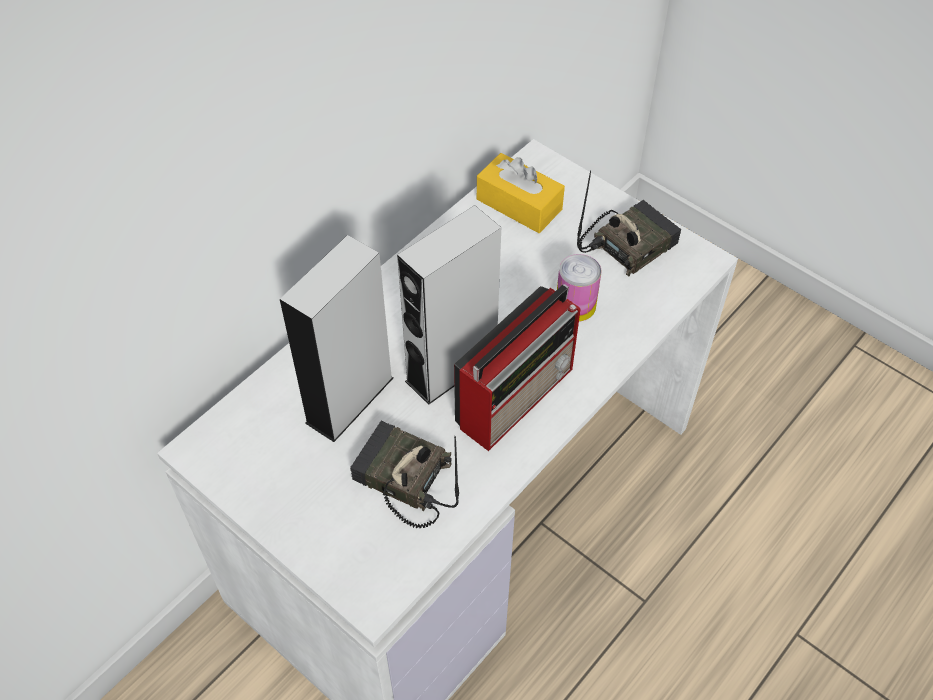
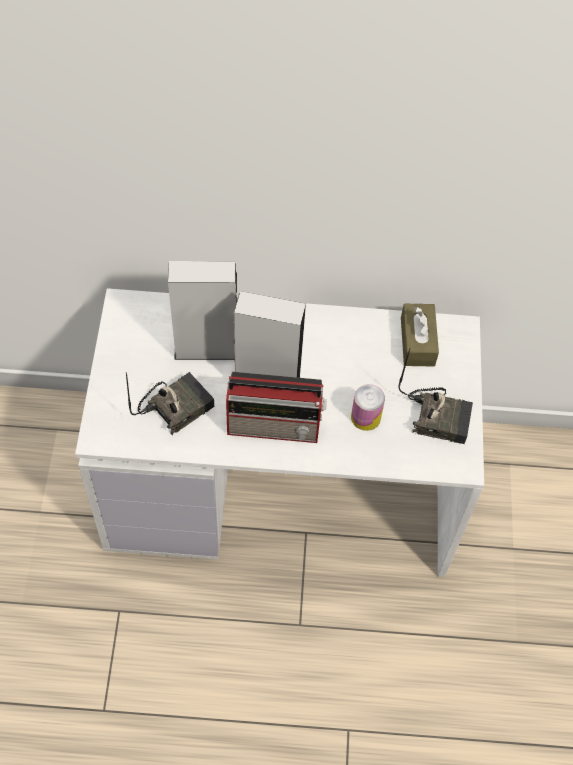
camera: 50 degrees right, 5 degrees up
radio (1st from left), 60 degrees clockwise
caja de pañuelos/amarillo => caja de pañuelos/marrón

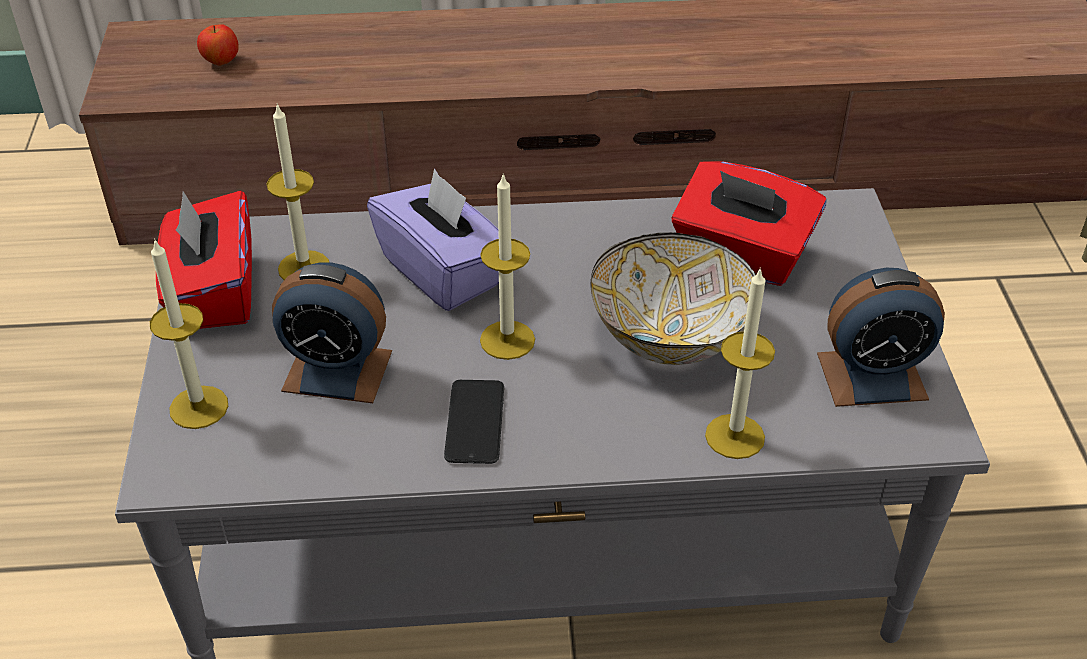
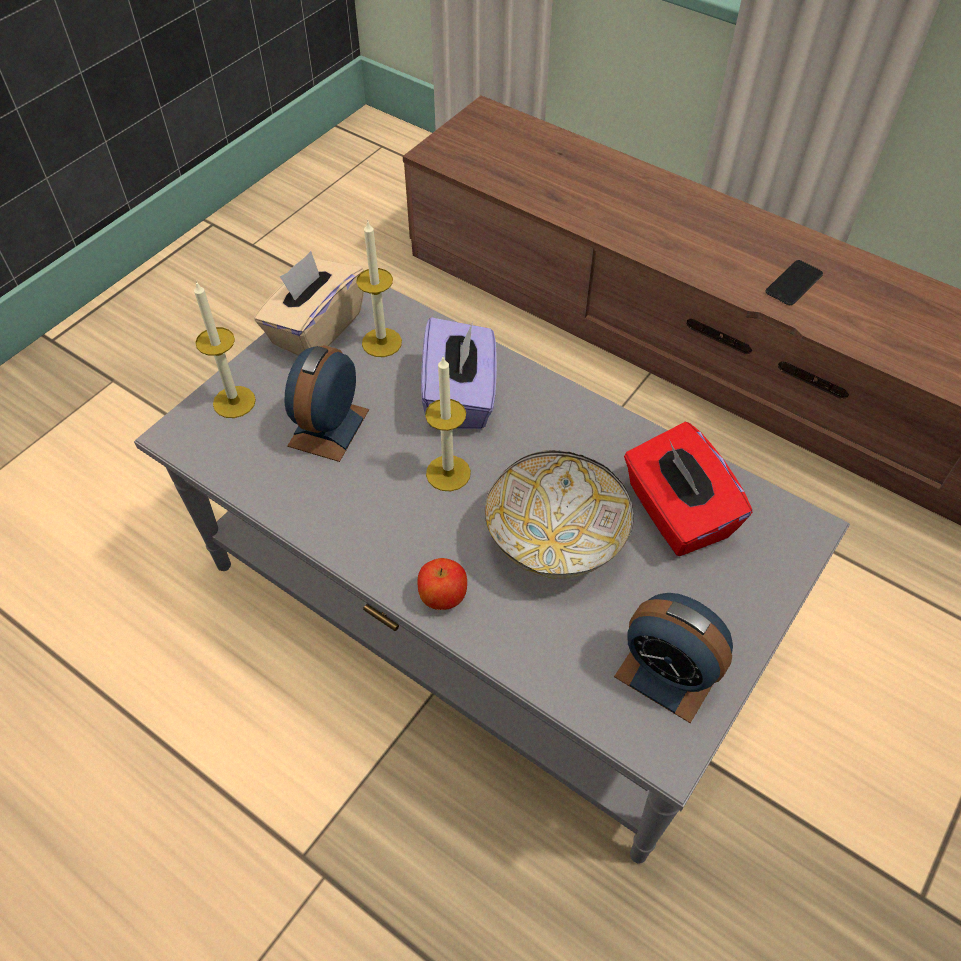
camera: 40 degrees right, 10 degrees up
caja de pañuelos/rojo (1st from left) => caja de pañuelos/beis
manzana, moved
despertador (1st from left), 60 degrees clockwise
móvil, moved
vela (4th from left) => nothing

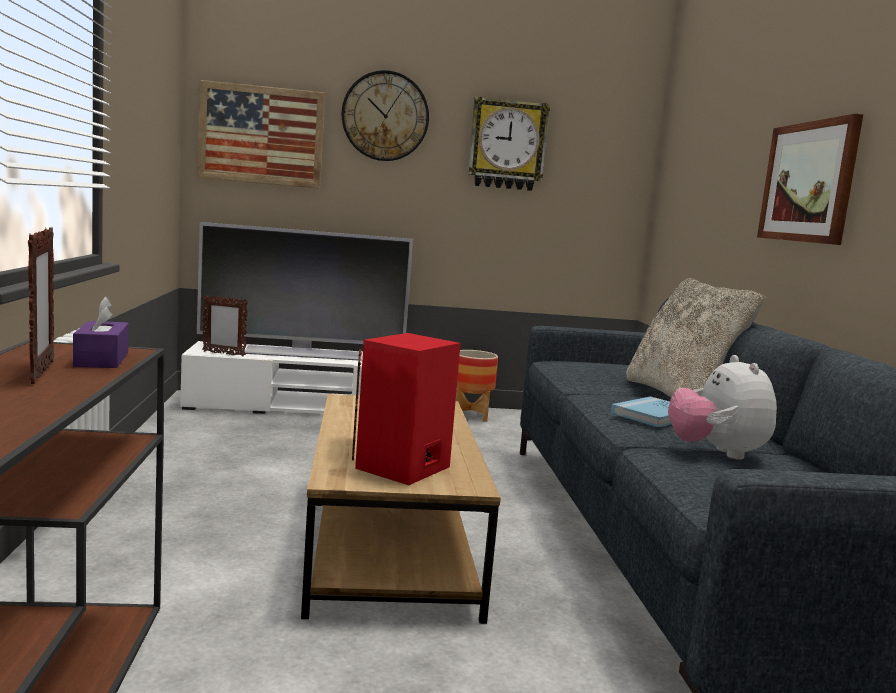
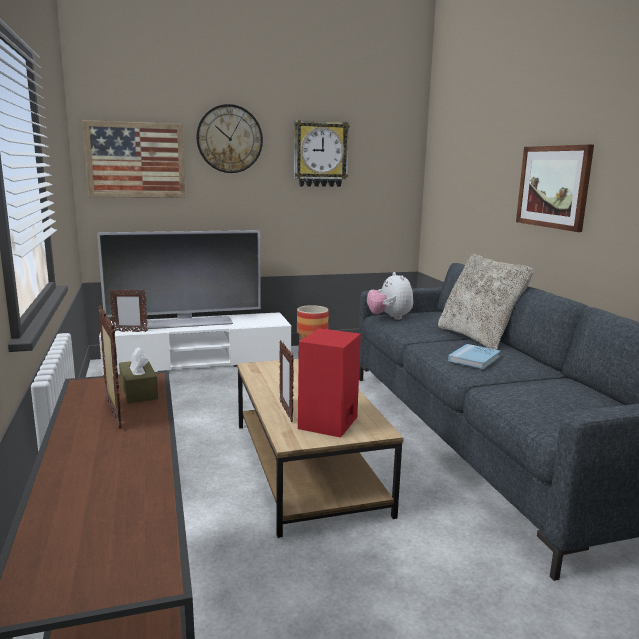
camera: 10 degrees left, 5 degrees up
caja de pañuelos/morado => caja de pañuelos/marrón
peluche, moved

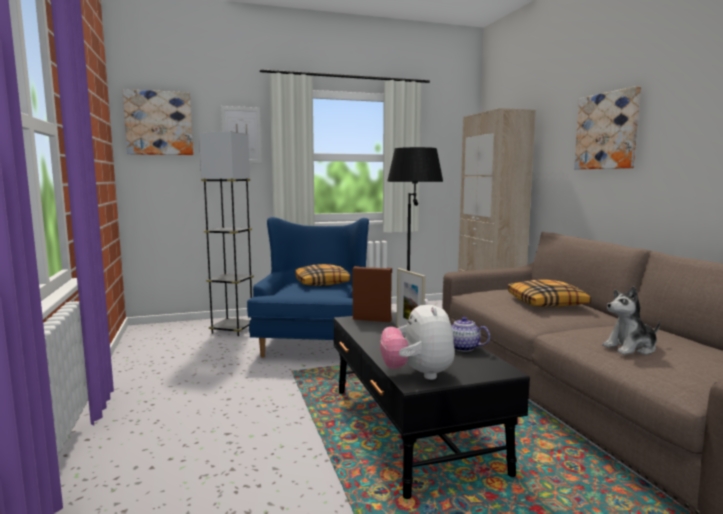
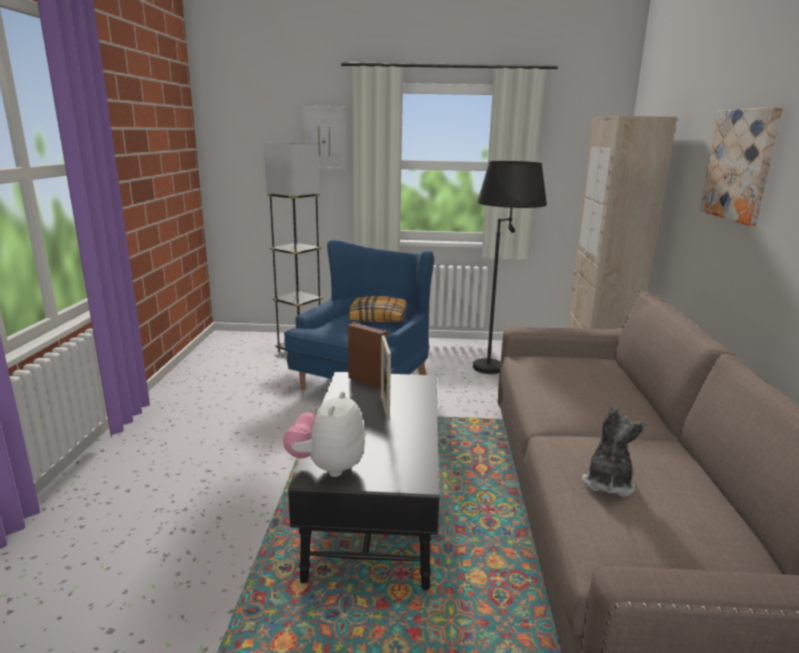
camera: 20 degrees right, 10 degrees up
cuadro (1st from left) => nothing
tetera => nothing
cojín (2nd from left) => nothing
peluche (2nd from left), 105 degrees clockwise

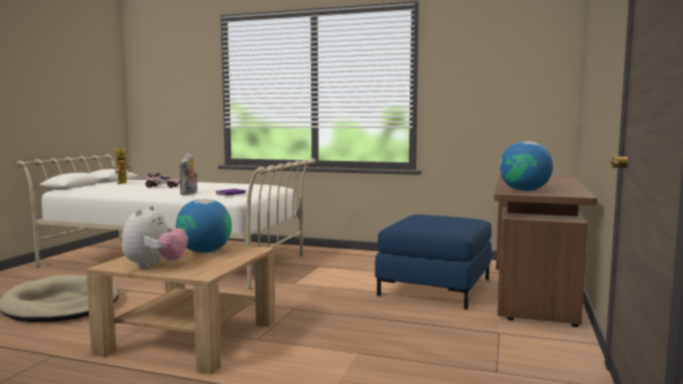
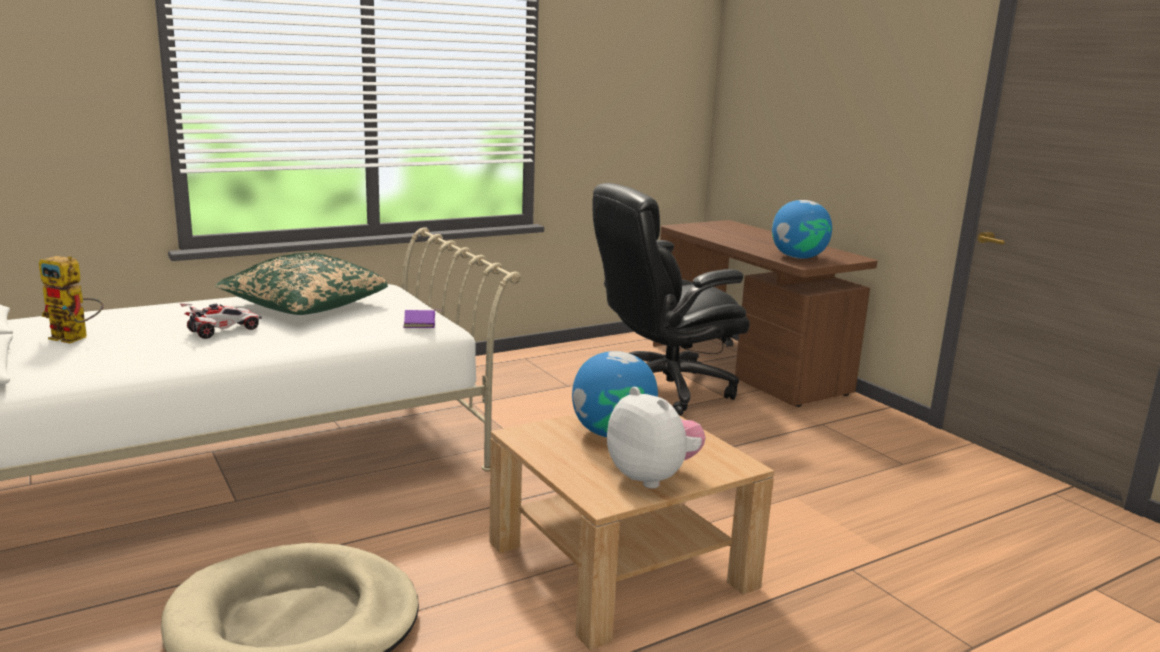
camera: 50 degrees left, 10 degrees up
peluche (2nd from left) => nothing
puf/azul => silla de oficina/negro
nothing => cojín/verde

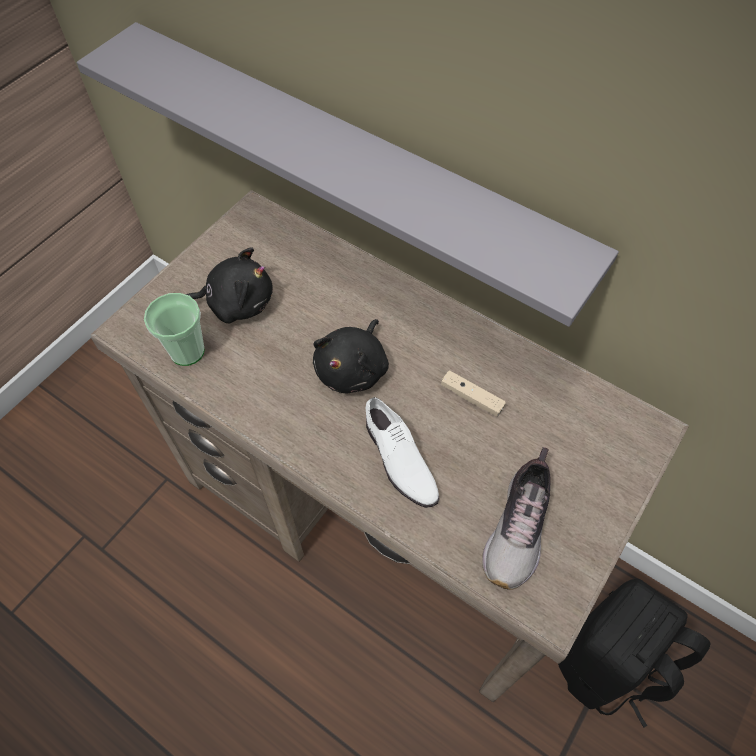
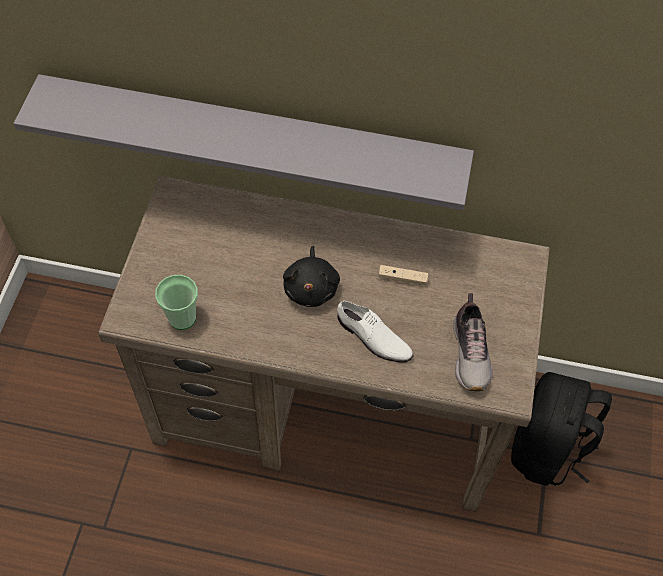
camera: 25 degrees left, 0 degrees up
peluche/negro (1st from left) => nothing

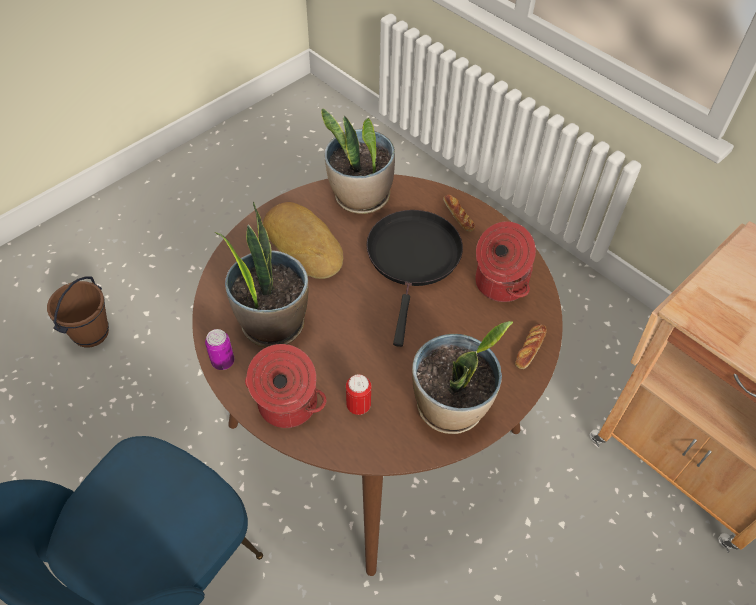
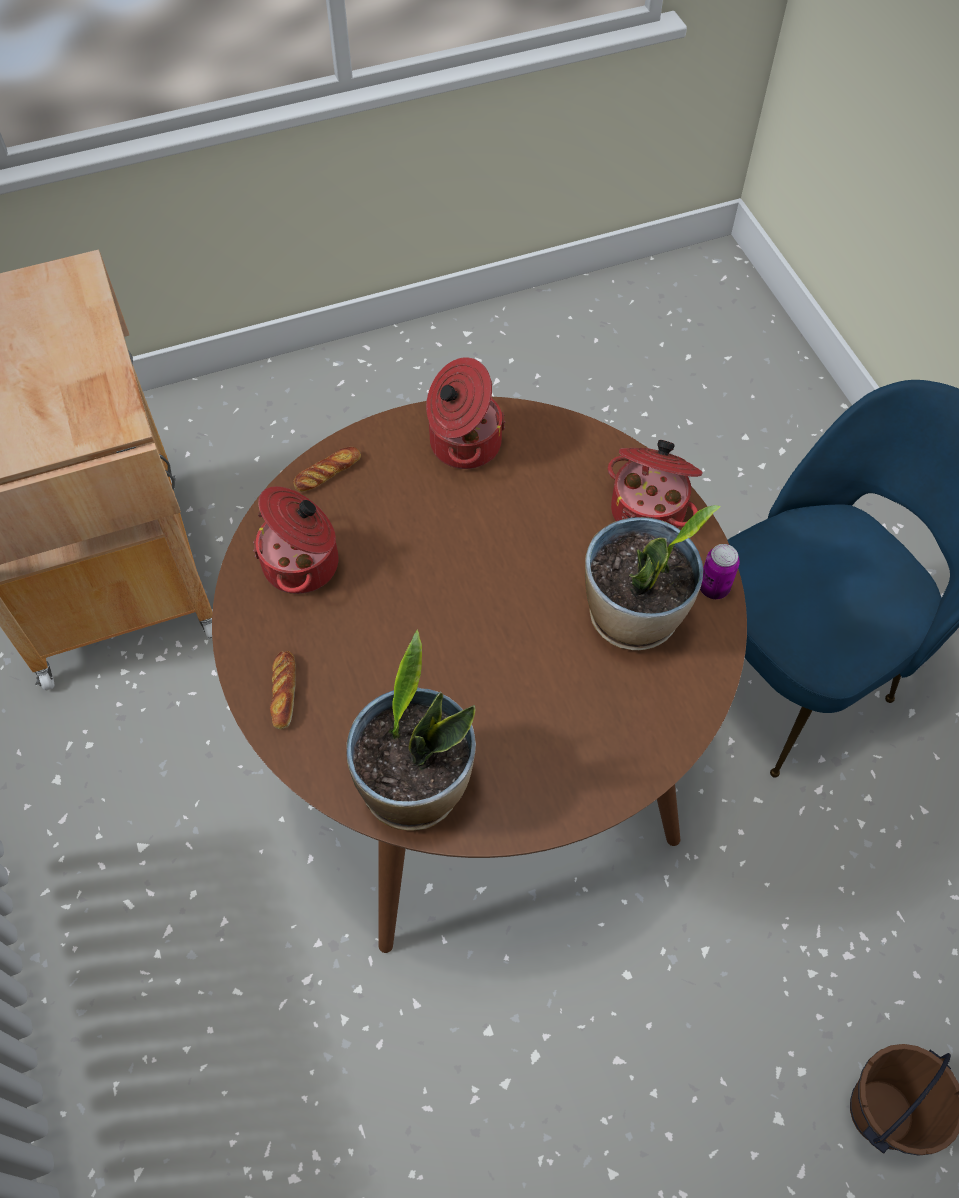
camera: 155 degrees left, 5 degrees up
pan (1st from left) => nothing
lata (2nd from left) => nothing
sartén/negro => nothing
planta en maceta (3rd from left) => olla (2nd from left)

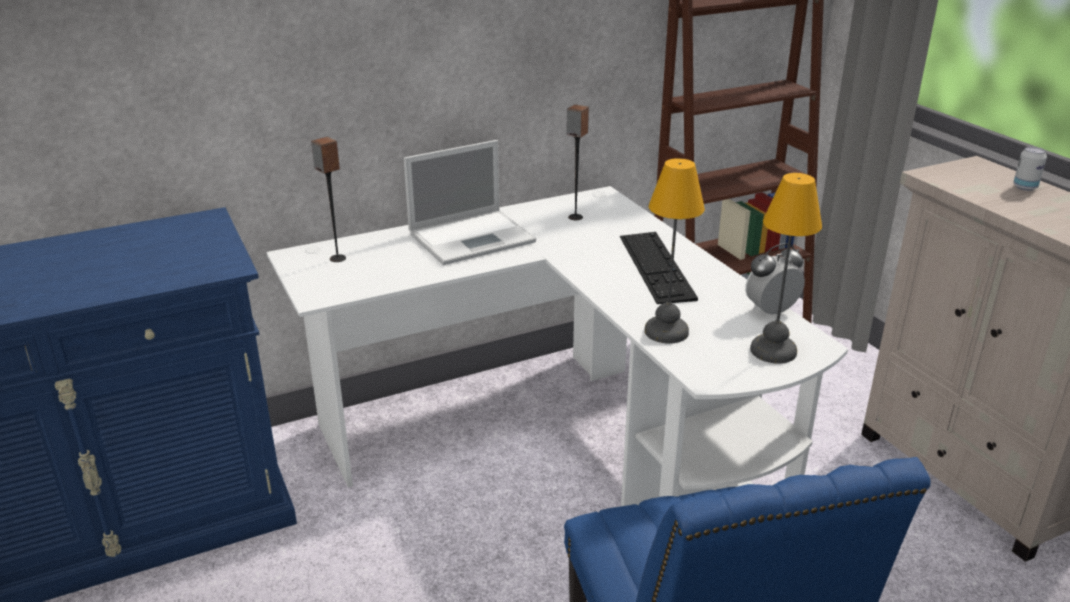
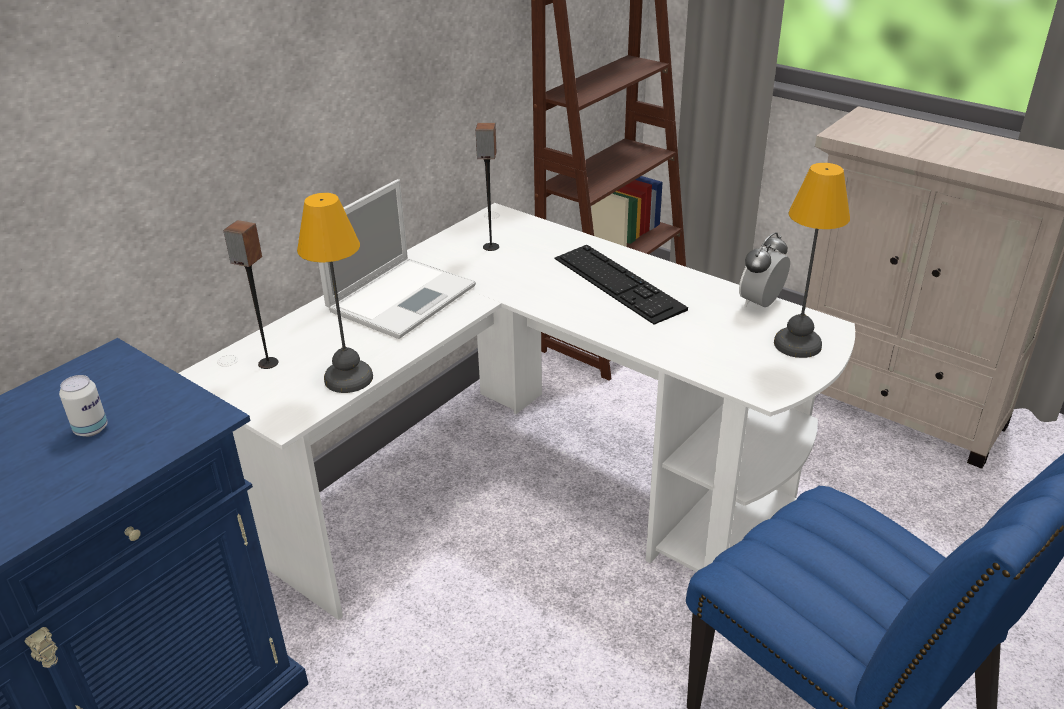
camera: 25 degrees left, 5 degrees up
lámpara de mesa (1st from left), moved
lata, moved

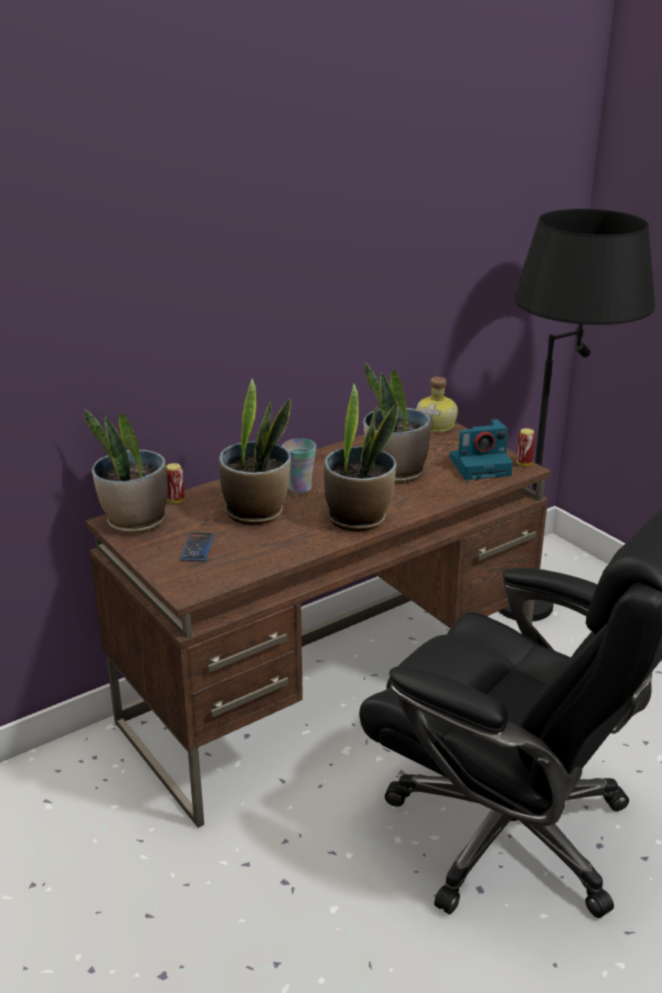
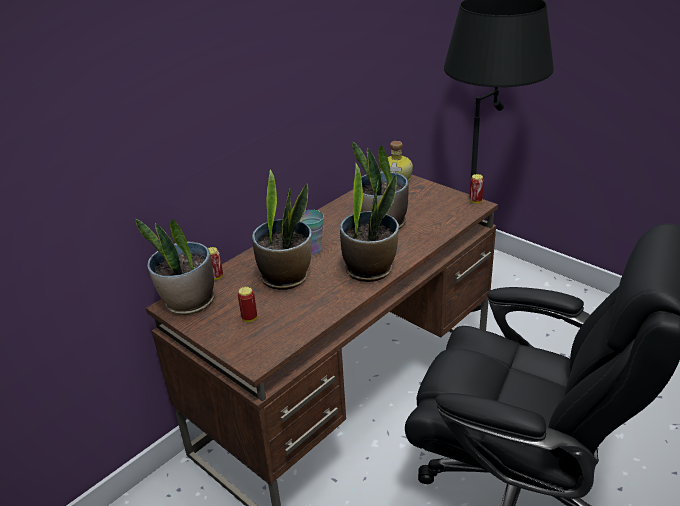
camera: 10 degrees left, 5 degrees up
móvil => lata (2nd from left)
cámara => nothing

